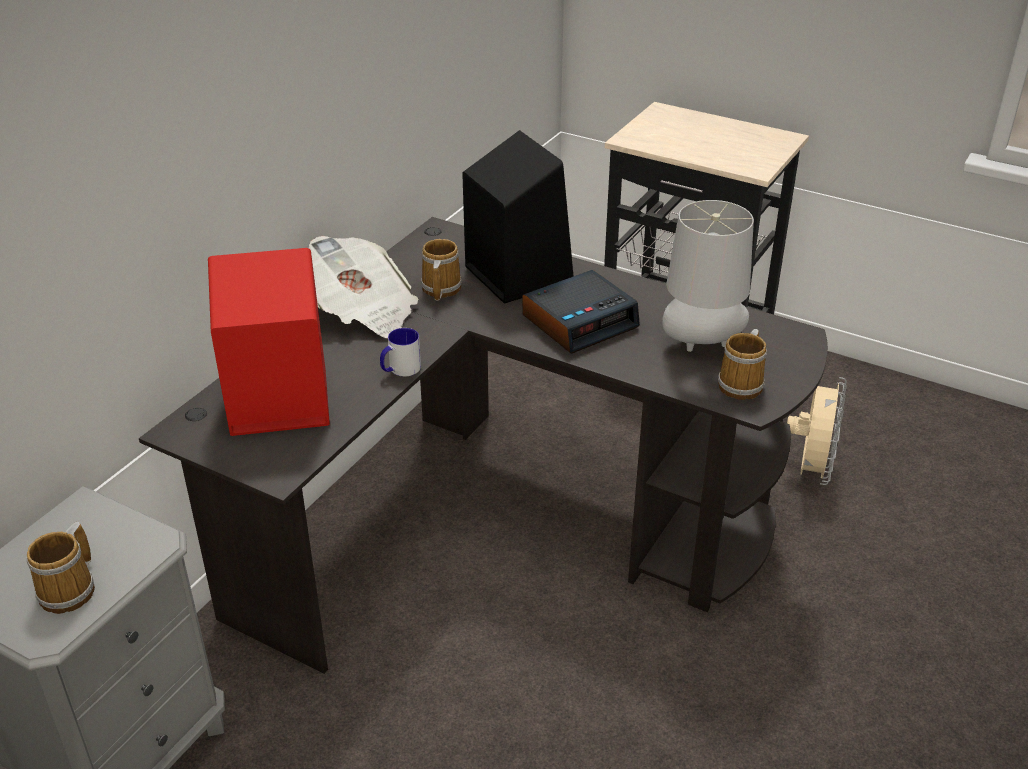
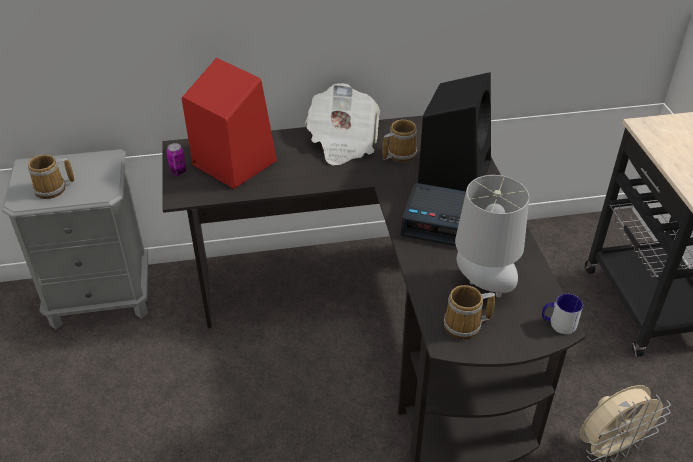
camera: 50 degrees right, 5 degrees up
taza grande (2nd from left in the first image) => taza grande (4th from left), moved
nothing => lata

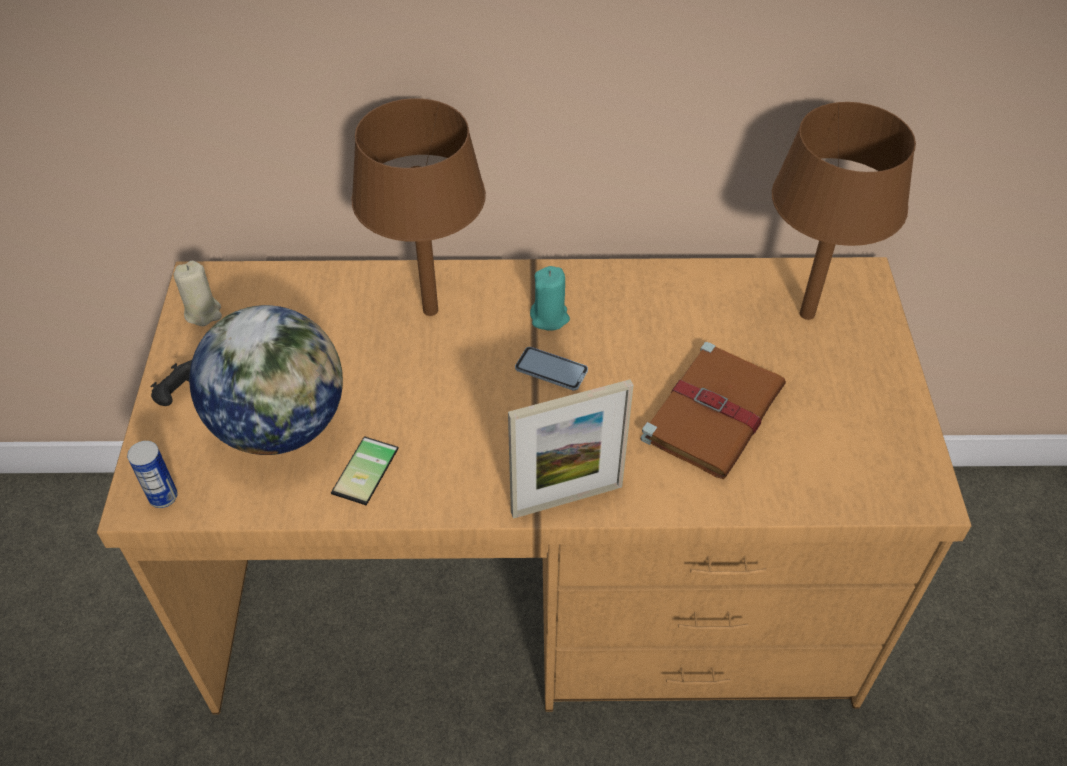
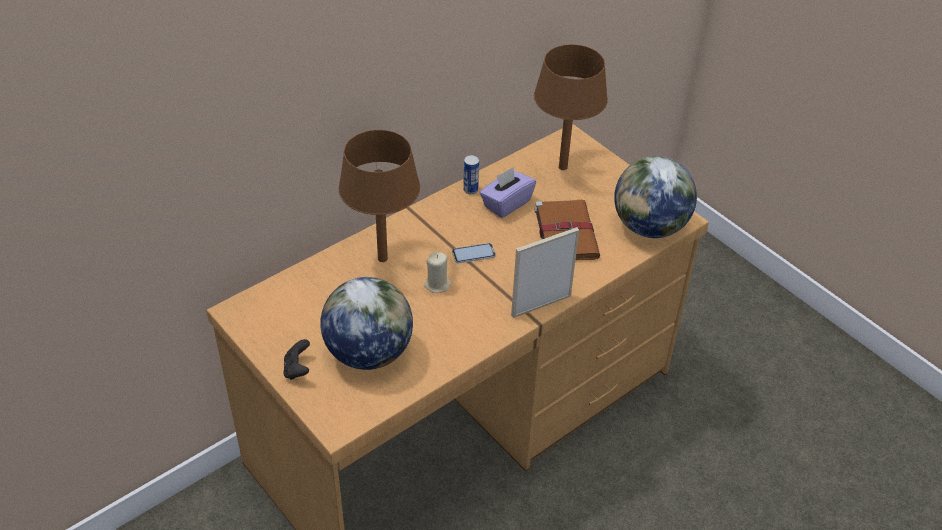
camera: 40 degrees left, 5 degrees down
lata, moved
vela/beis, moved
móvil (1st from left) => nothing
portarretratos, 150 degrees counterclockwise
vela/turquesa => nothing
nothing => caja de pañuelos/morado
nothing => globo terráqueo (2nd from left)

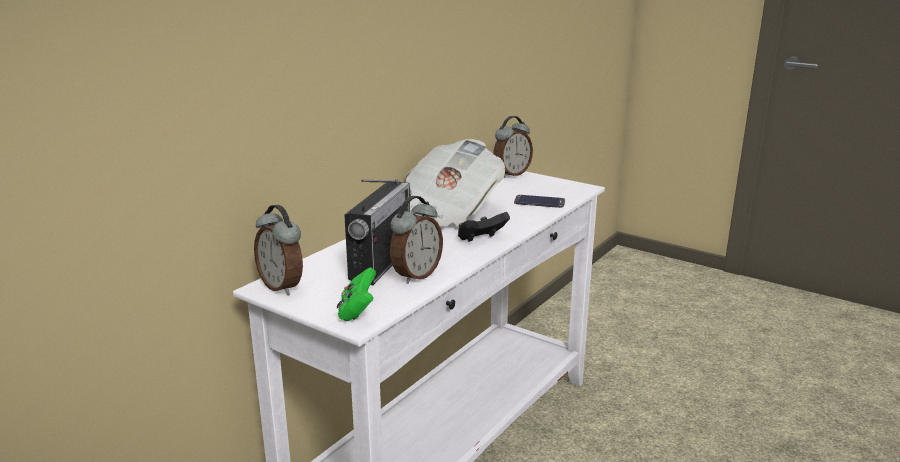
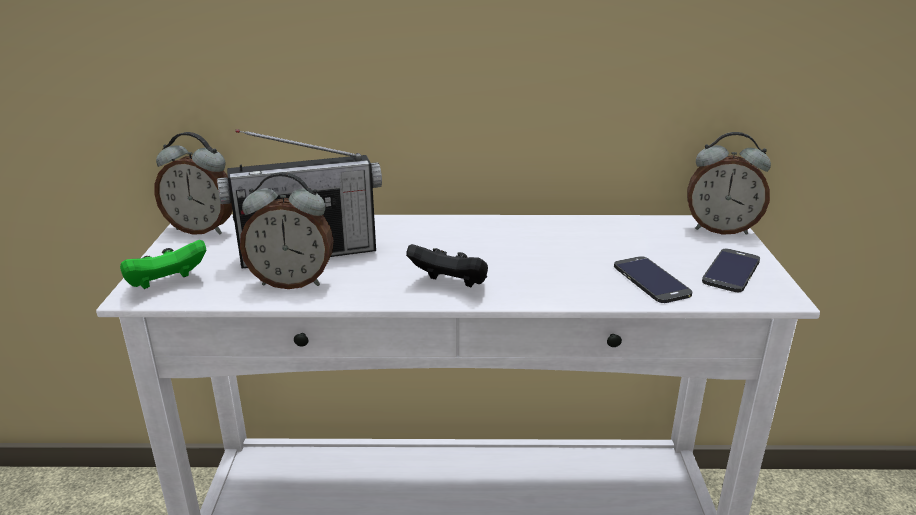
camera: 55 degrees right, 5 degrees up
despertador (1st from left), 90 degrees counterclockwise
periódico => nothing
nothing => móvil (2nd from left)

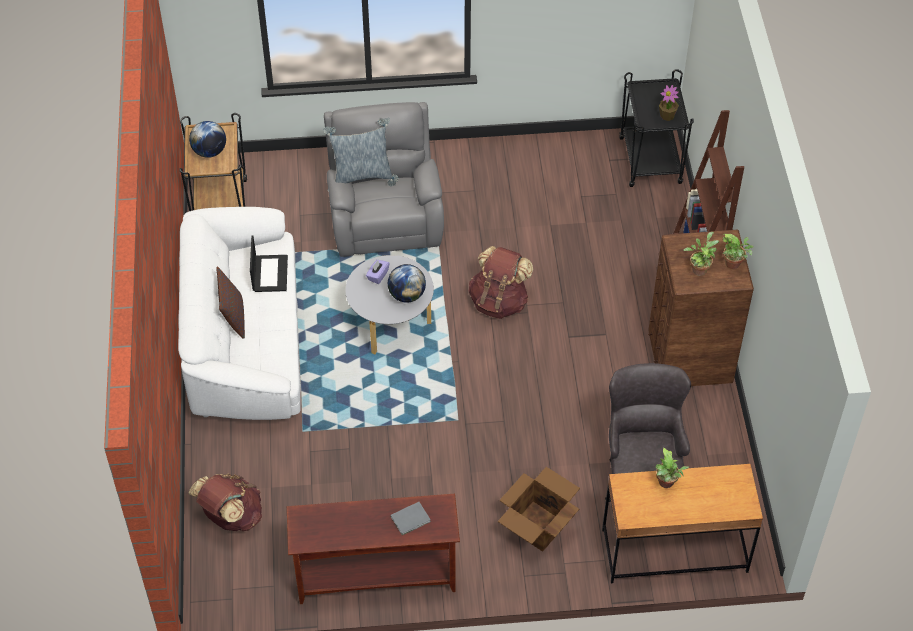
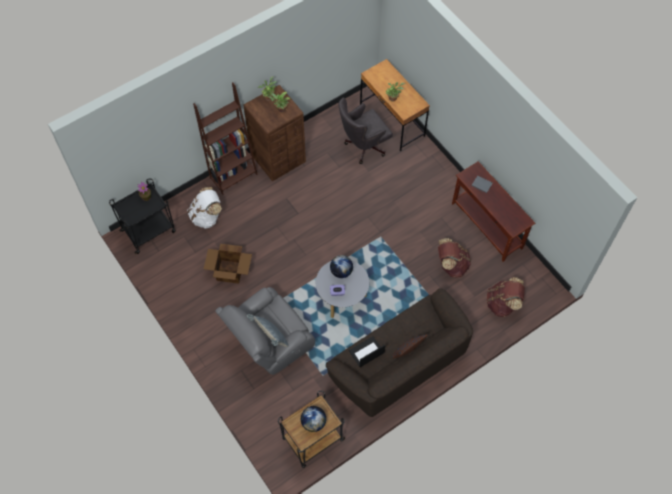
camera: 120 degrees left, 10 degrees up
sofá/blanco => sofá/marrón
mochila/marrón (2nd from left in the first image) => mochila/marrón (1st from left), moved
caja de cartón, moved
nothing => mochila/blanco

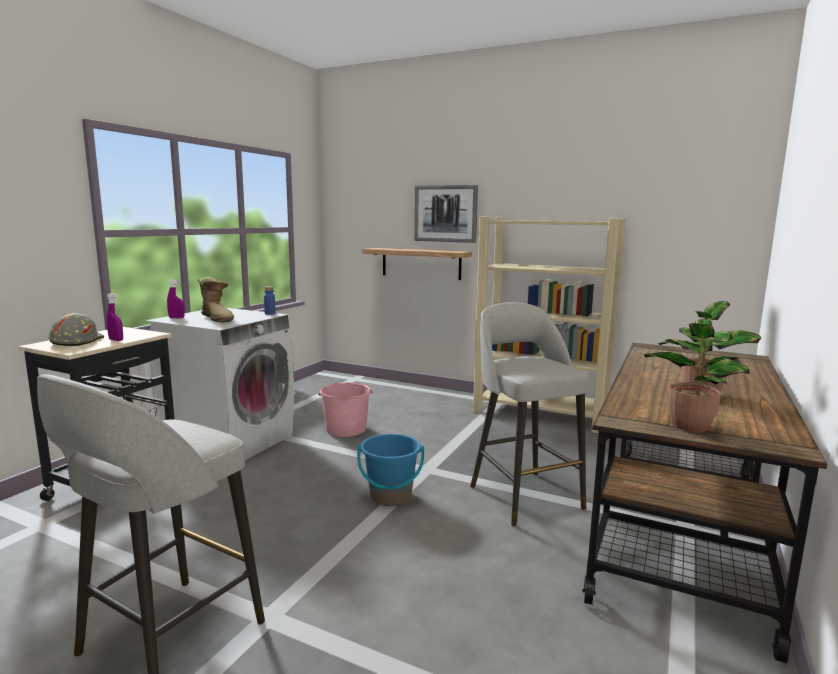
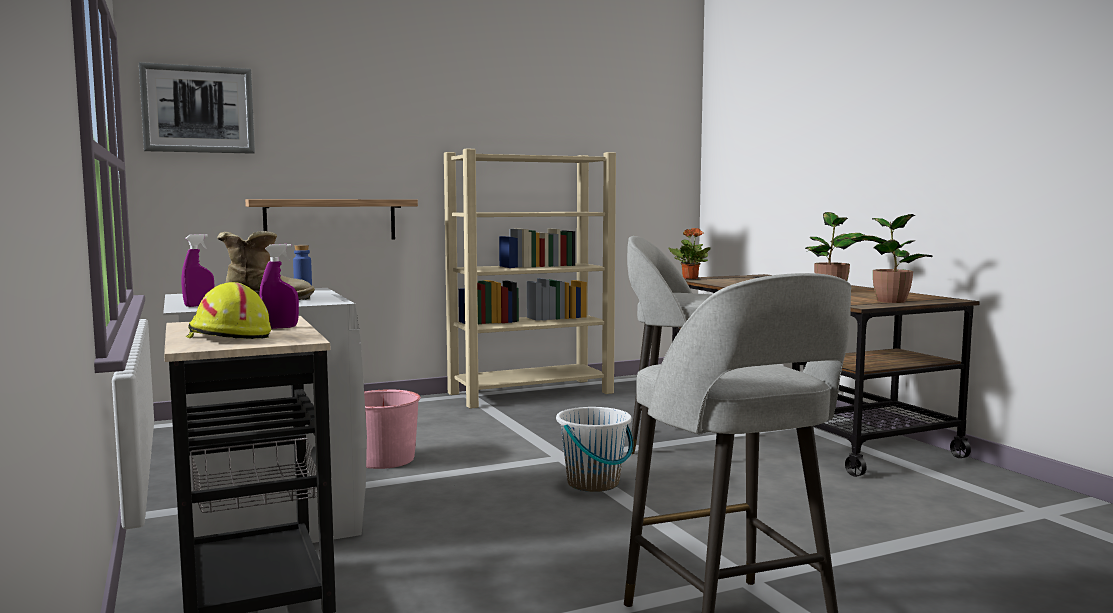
camera: 50 degrees left, 5 degrees down
casco/gris => casco/amarillo
cubo/azul => cubo/blanco
cuadro, moved
nothing => planta en maceta (1st from left)

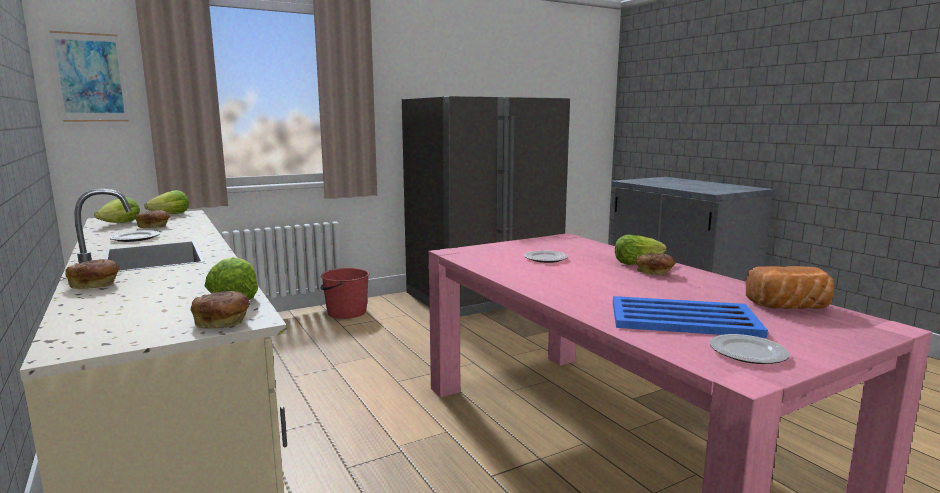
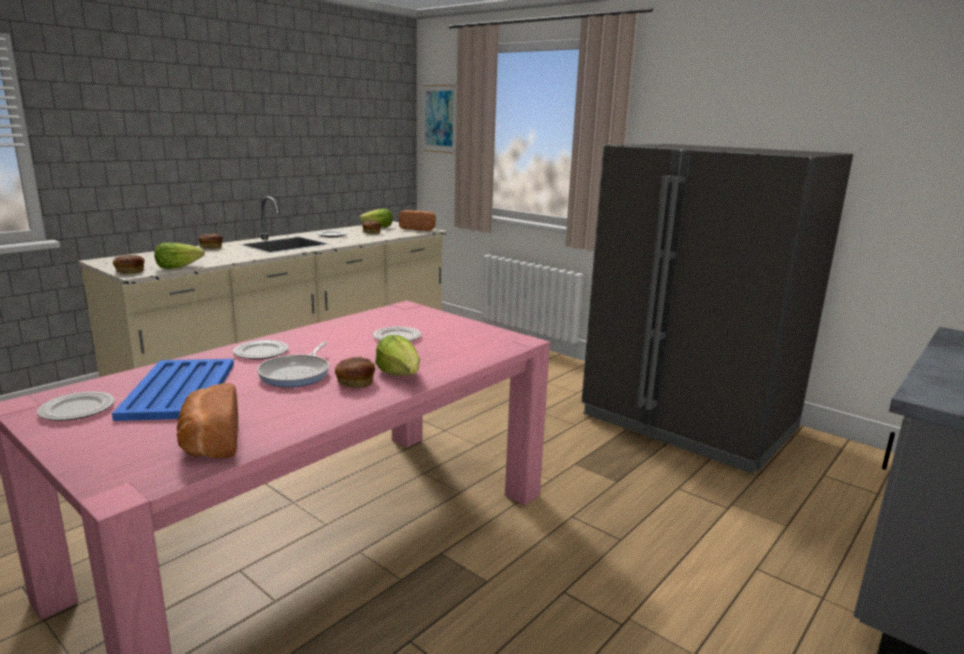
camera: 70 degrees right, 5 degrees up
lechuga (2nd from left) => pan (6th from left)
cubo/rojo => nothing
nothing => plato (2nd from left)
nothing => sartén

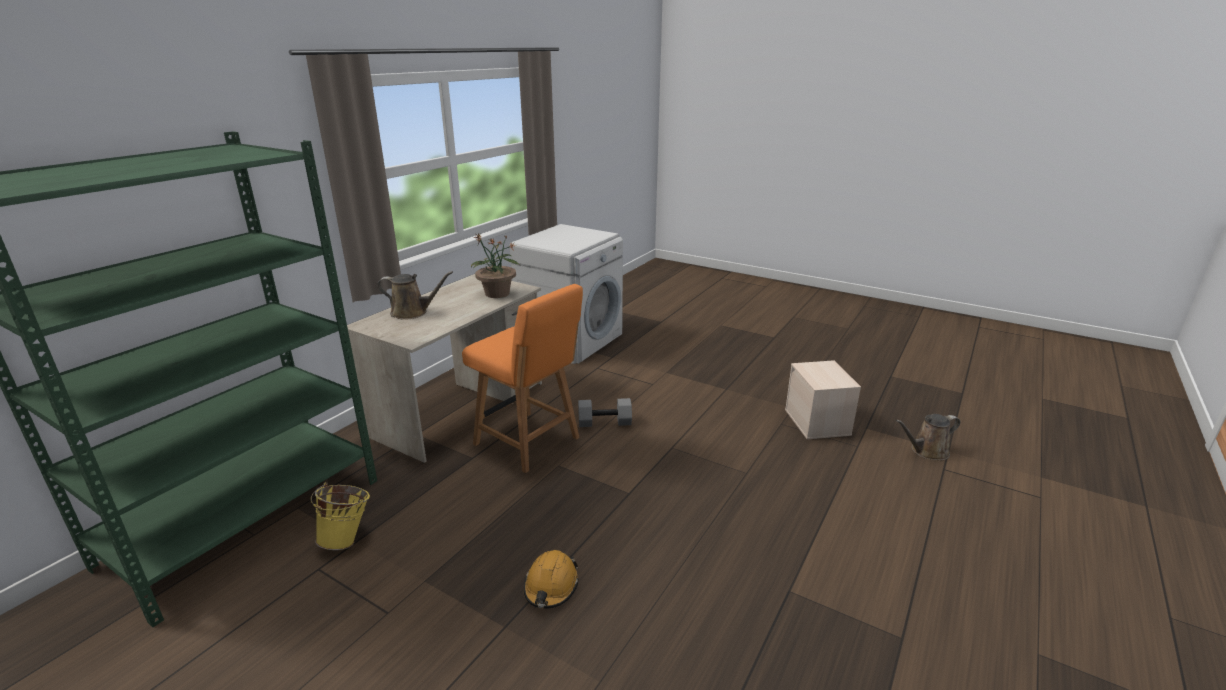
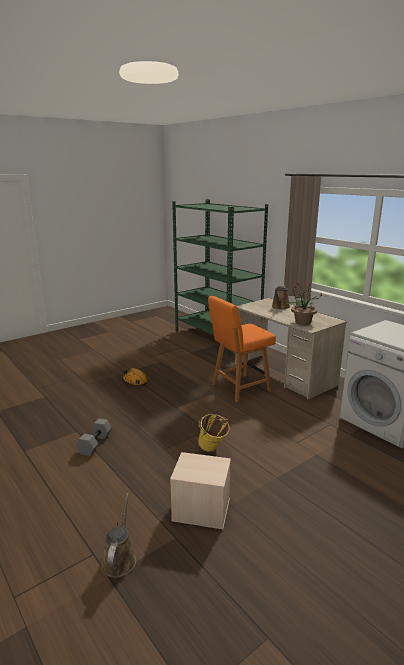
camera: 110 degrees right, 5 degrees down
cubo/amarillo, moved
mancuerna/gris, moved

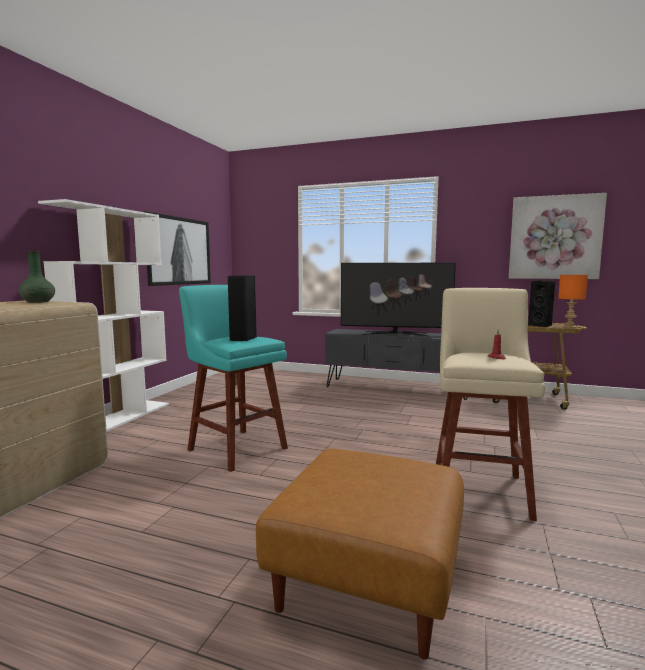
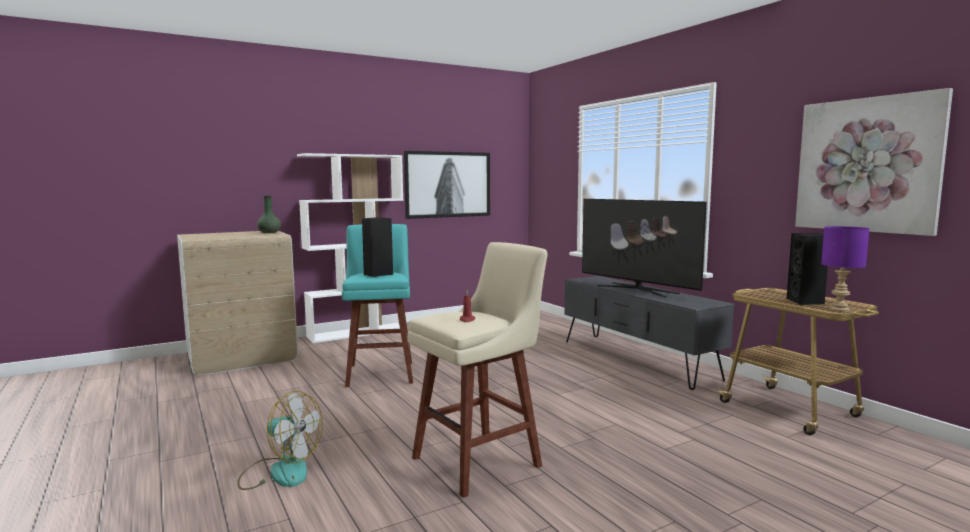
camera: 40 degrees right, 0 degrees up
puf/marrón => ventilador
lámpara de mesa/naranja => lámpara de mesa/morado

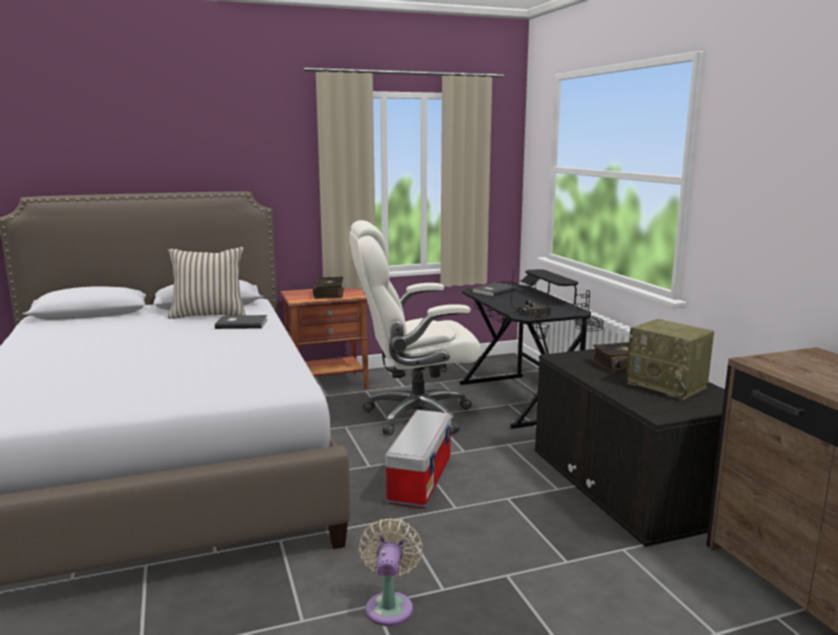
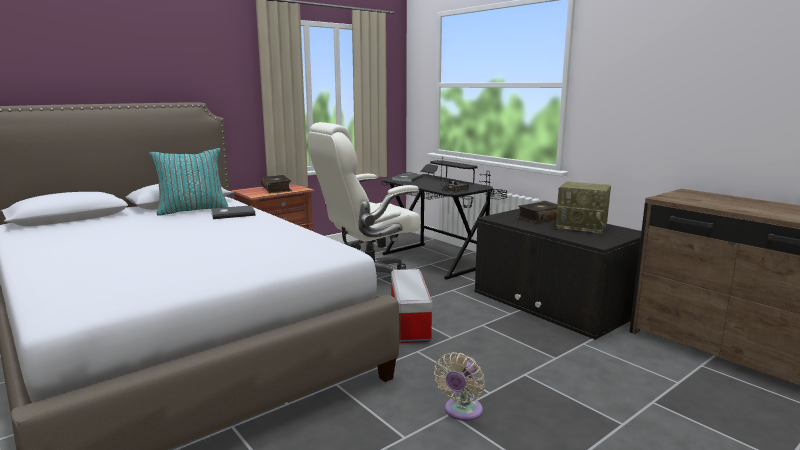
camera: 20 degrees left, 0 degrees up
cojín/beis => cojín/turquesa
ventilador/beis, 135 degrees counterclockwise

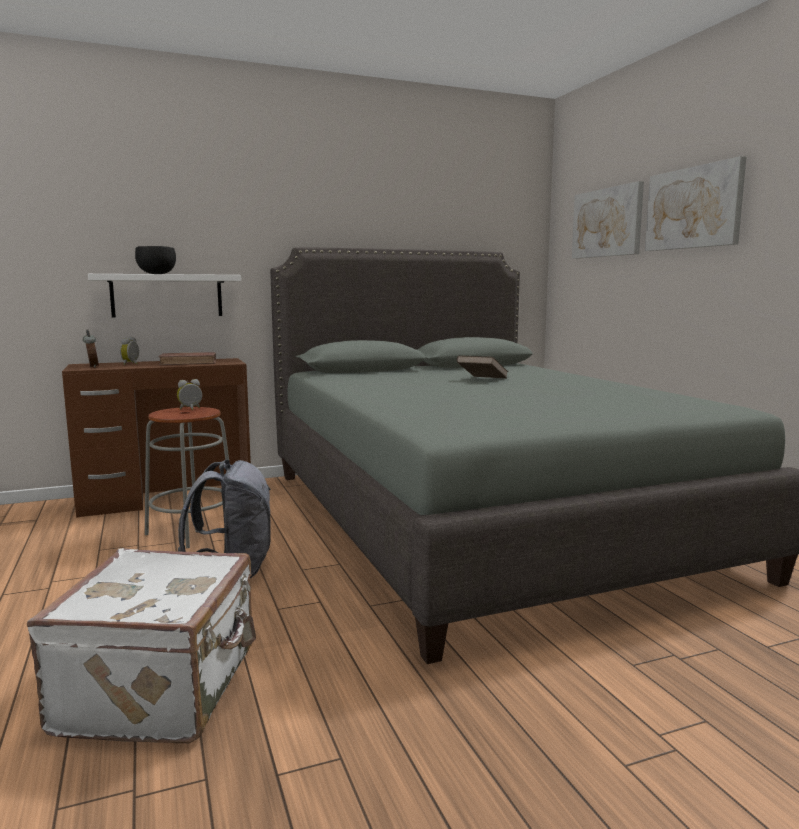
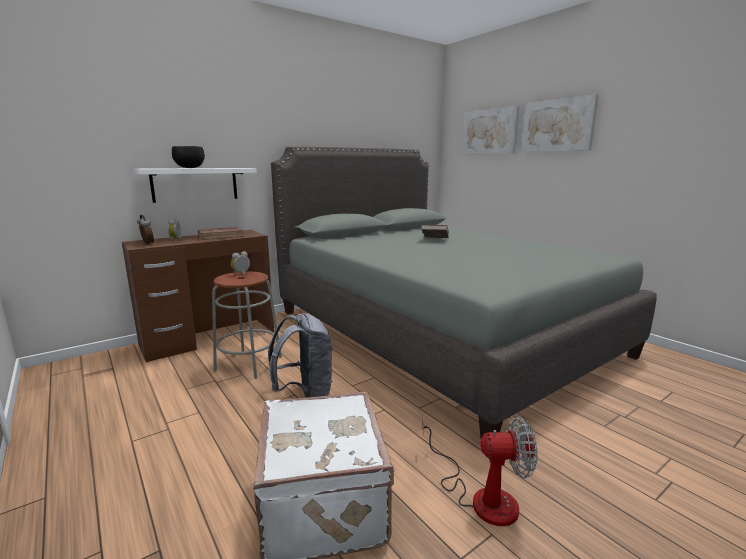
camera: 15 degrees left, 5 degrees up
nothing => ventilador

